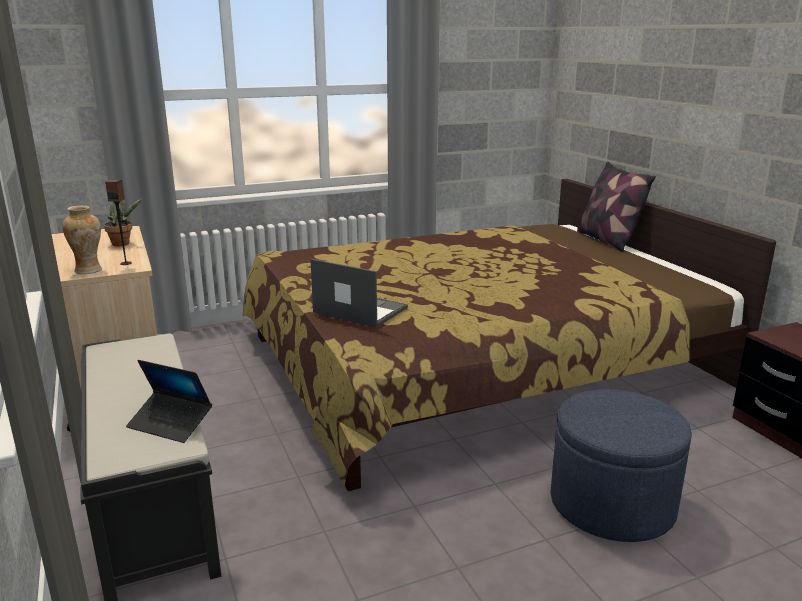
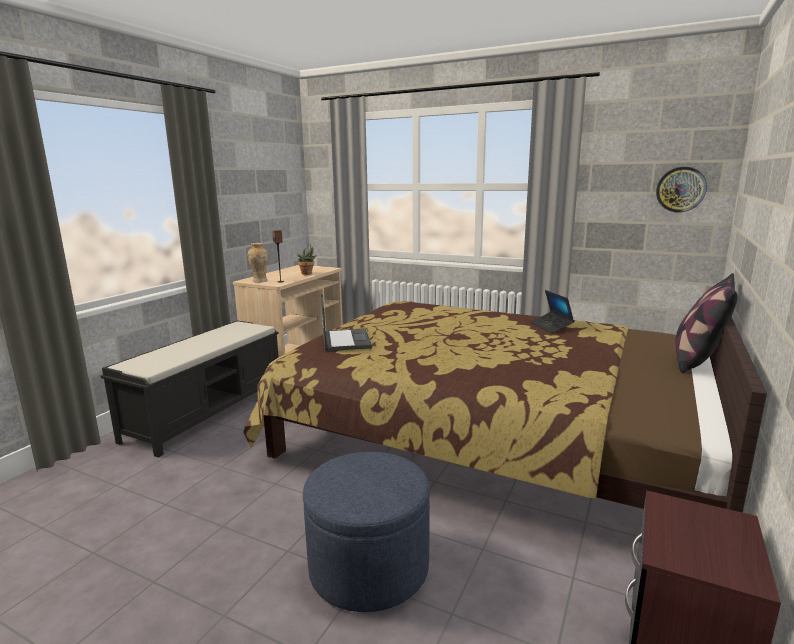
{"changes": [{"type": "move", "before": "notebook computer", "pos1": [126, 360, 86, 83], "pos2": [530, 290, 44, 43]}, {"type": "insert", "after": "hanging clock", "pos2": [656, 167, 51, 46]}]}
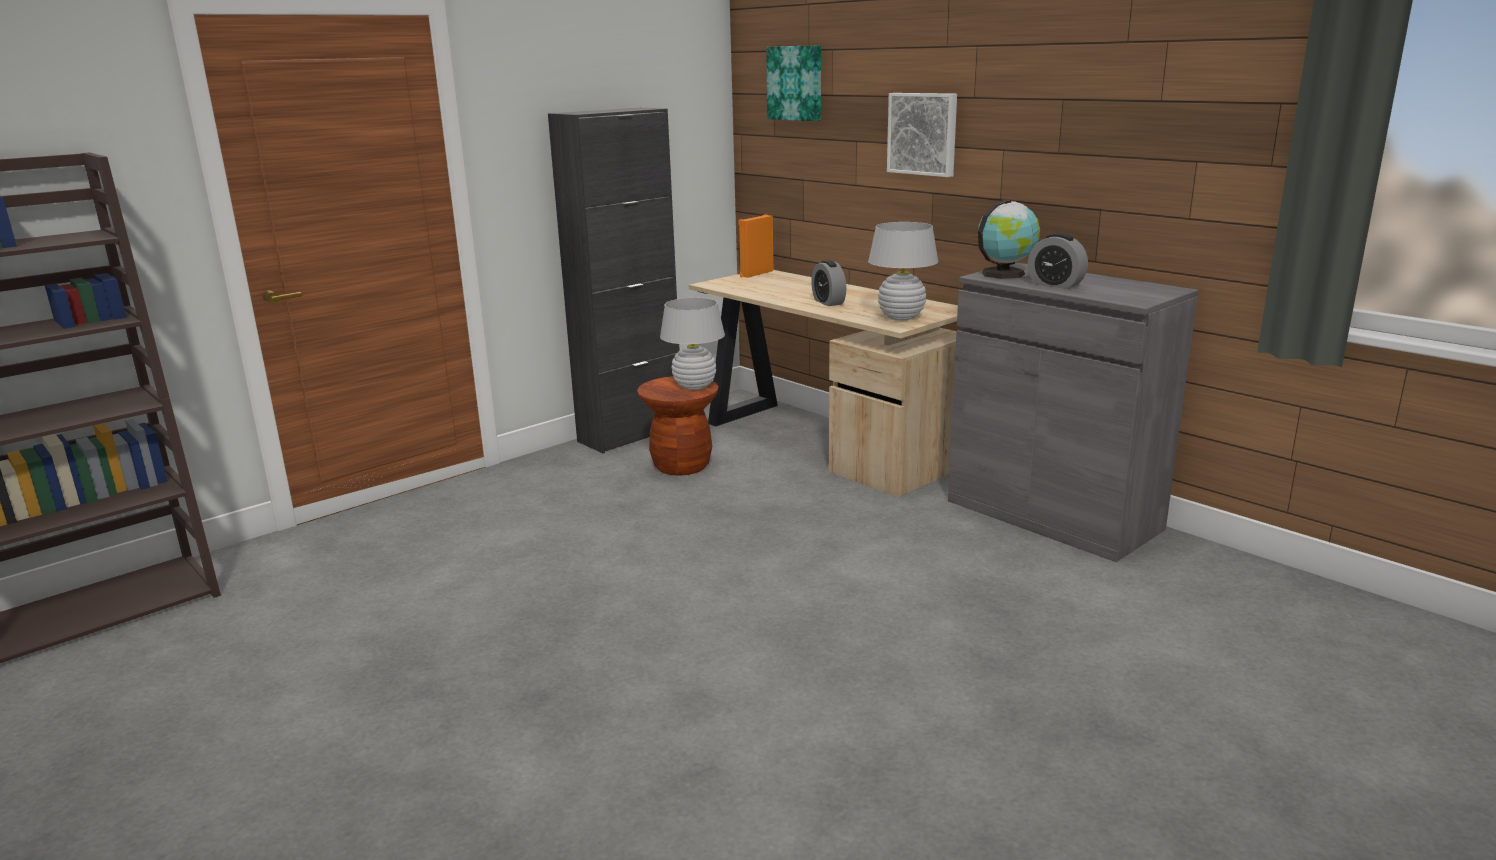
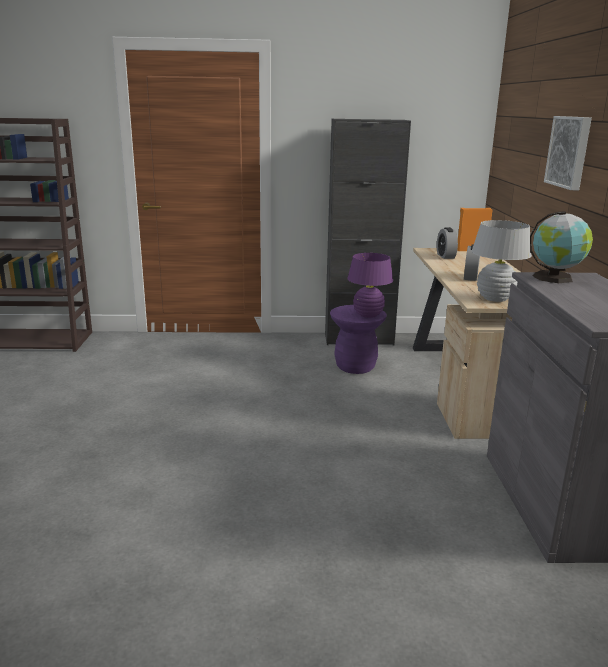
{"changes": [{"type": "delete", "before": "picture", "pos1": [766, 45, 55, 76]}, {"type": "move", "before": "alarm clock", "pos1": [1028, 233, 60, 56], "pos2": [437, 227, 21, 32]}, {"type": "recolor", "before": "whitish tabletop lamp", "after": "purplish tabletop lamp", "pos1": [660, 298, 65, 92], "pos2": [347, 253, 46, 65]}, {"type": "recolor", "before": "brownish sitting stool", "after": "purplish sitting stool", "pos1": [637, 376, 82, 100], "pos2": [330, 305, 57, 69]}]}
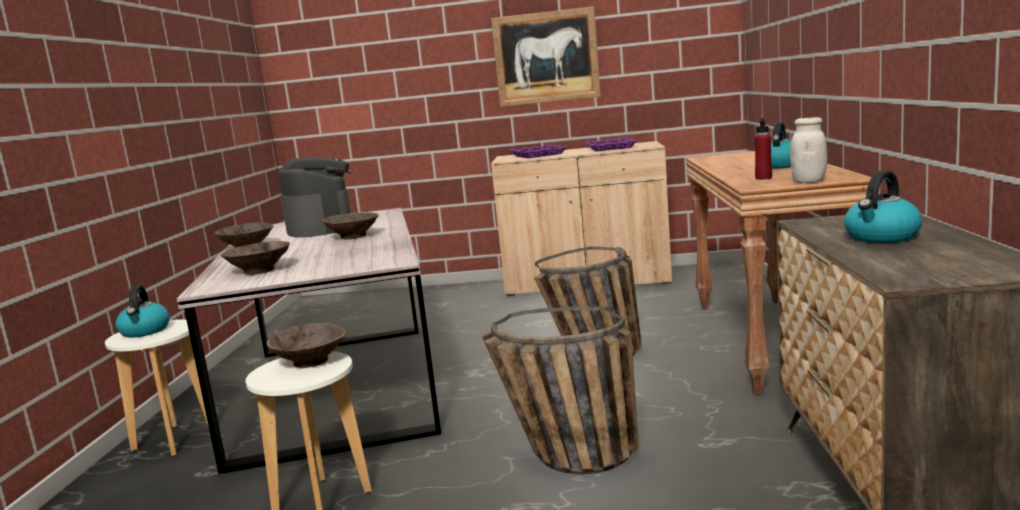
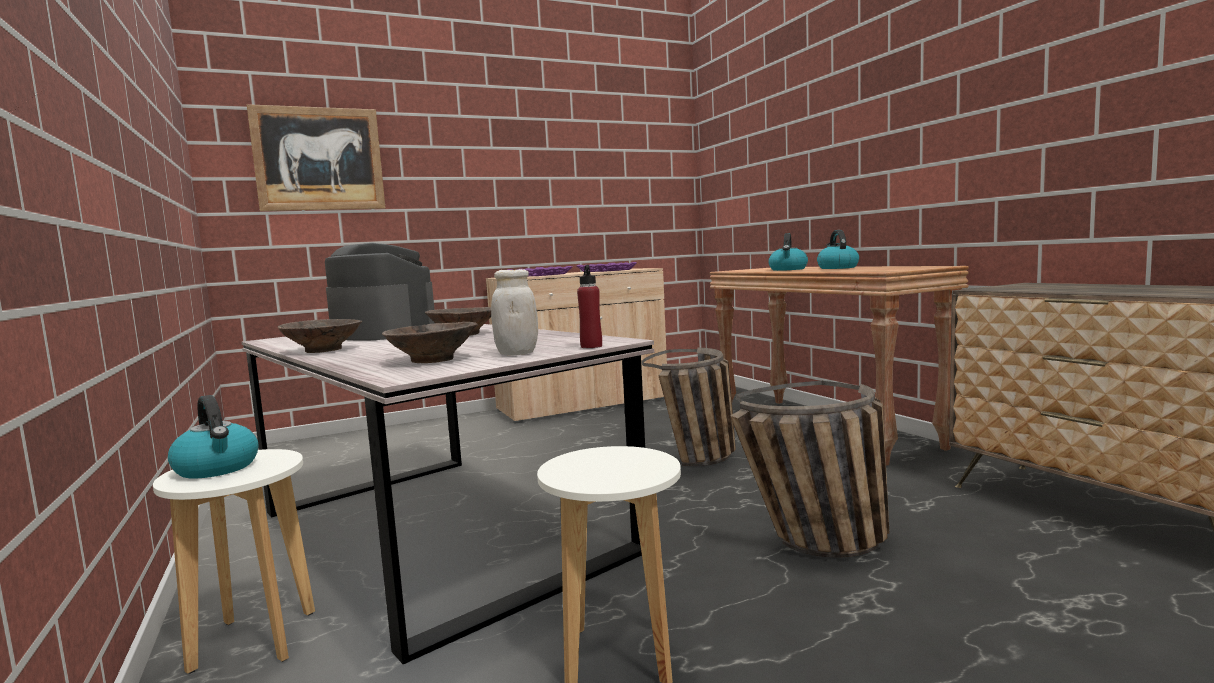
{"changes": [{"type": "move", "before": "picture", "pos1": [491, 6, 110, 101], "pos2": [247, 104, 138, 107]}, {"type": "move", "before": "whitish jar", "pos1": [790, 117, 37, 66], "pos2": [491, 269, 47, 87]}, {"type": "move", "before": "reddish drink bottle", "pos1": [754, 118, 18, 62], "pos2": [577, 265, 25, 83]}, {"type": "move", "before": "water kettle", "pos1": [844, 171, 78, 72], "pos2": [768, 233, 40, 38]}, {"type": "delete", "before": "brownish deep dish", "pos1": [266, 323, 80, 45]}]}
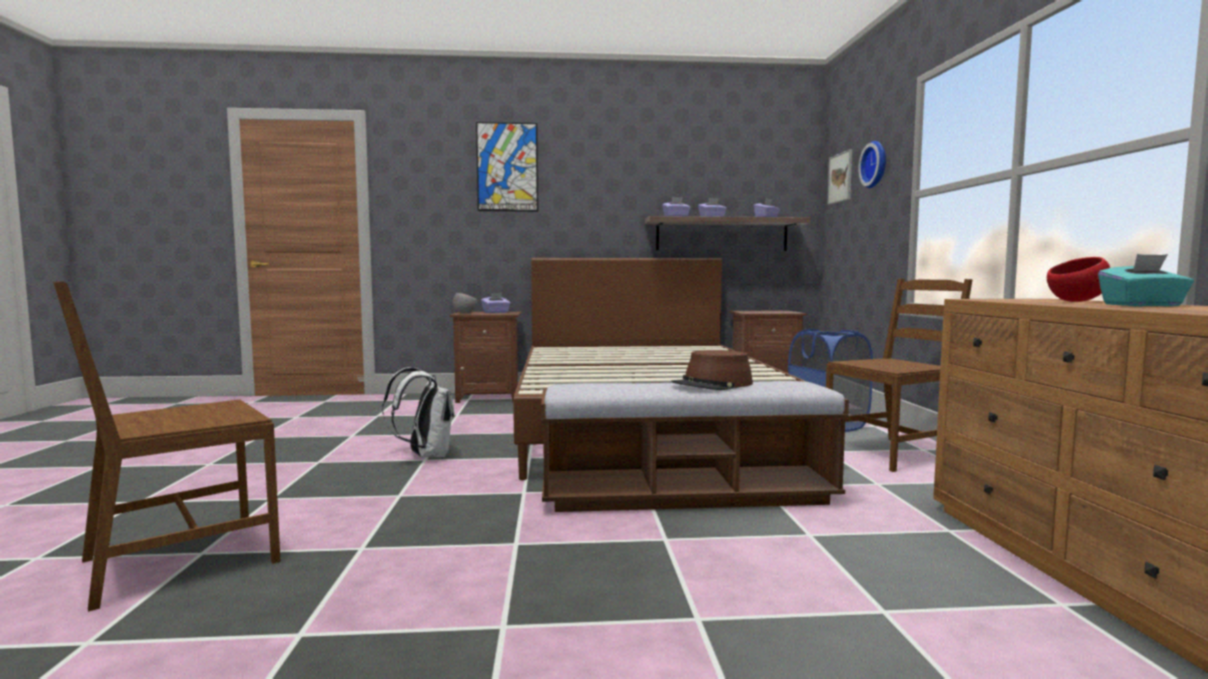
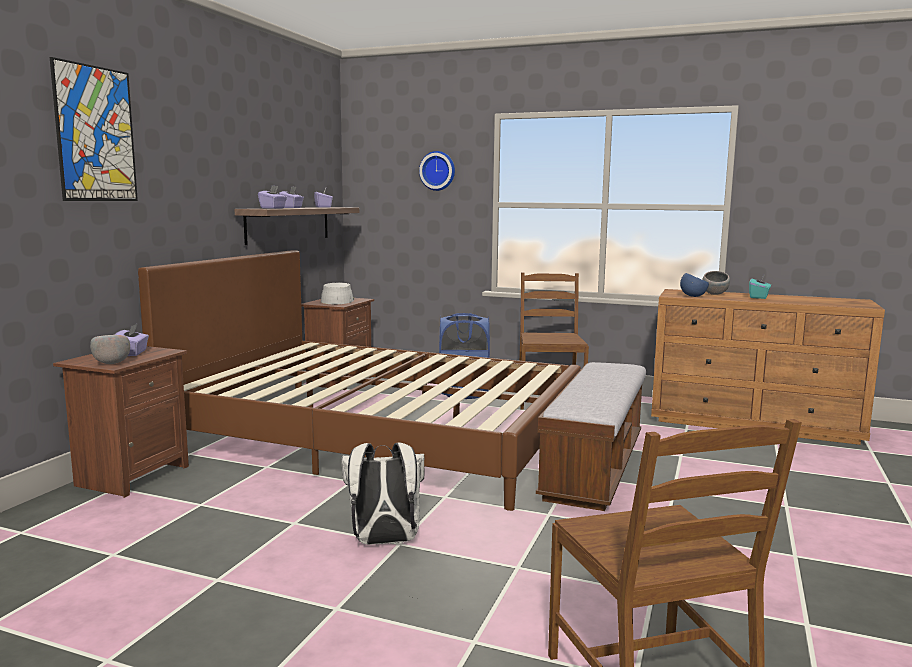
{"changes": [{"type": "delete", "before": "picture", "pos1": [827, 149, 25, 56]}, {"type": "recolor", "before": "reddish deep dish", "after": "grey deep dish", "pos1": [1047, 257, 63, 45], "pos2": [702, 271, 28, 24]}, {"type": "delete", "before": "brownish clothing hat", "pos1": [671, 350, 82, 40]}, {"type": "insert", "after": "blue deep dish", "pos2": [680, 273, 29, 24]}, {"type": "insert", "after": "grey clothing hat", "pos2": [321, 283, 33, 21]}]}
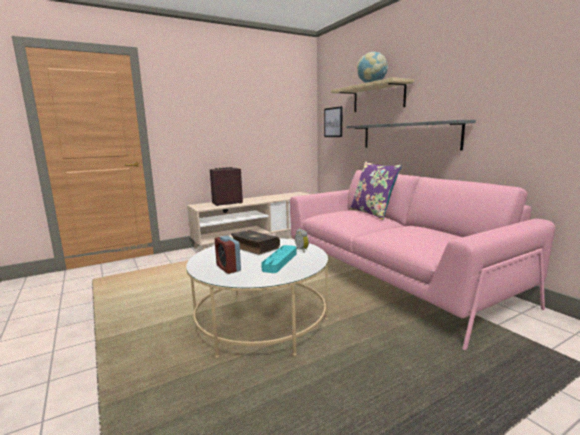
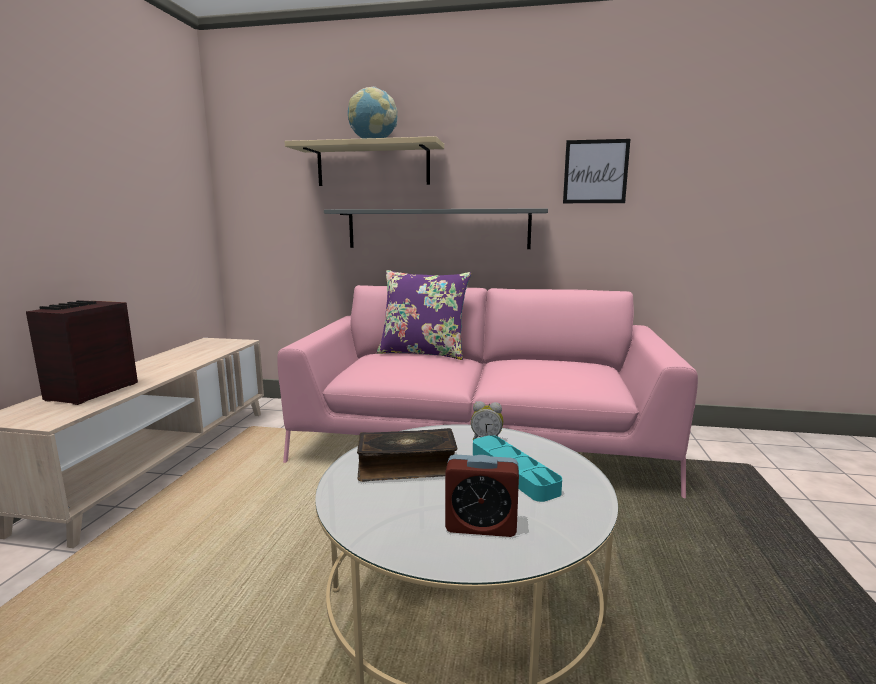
{"changes": [{"type": "move", "before": "picture", "pos1": [324, 106, 19, 31], "pos2": [563, 139, 67, 64]}]}
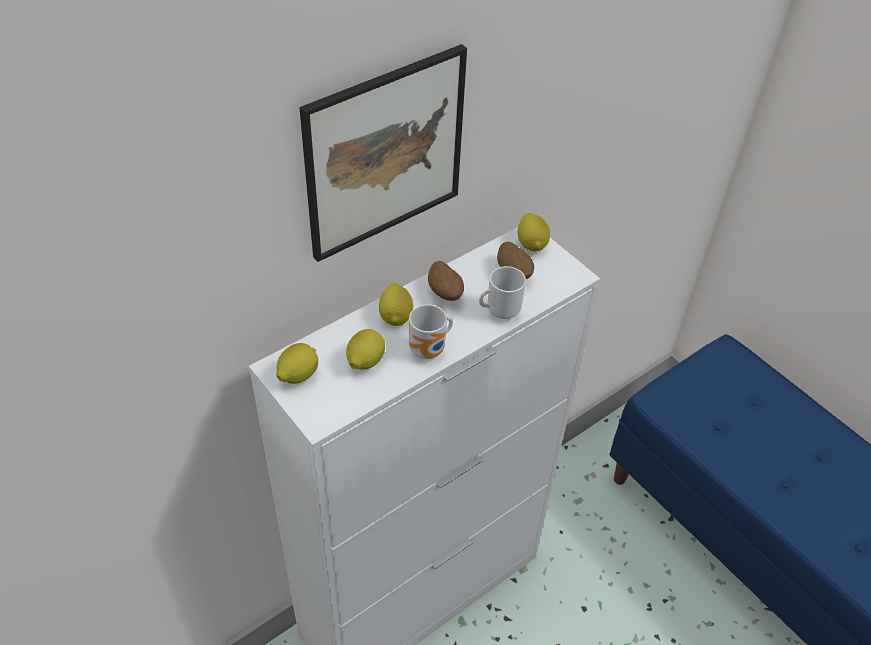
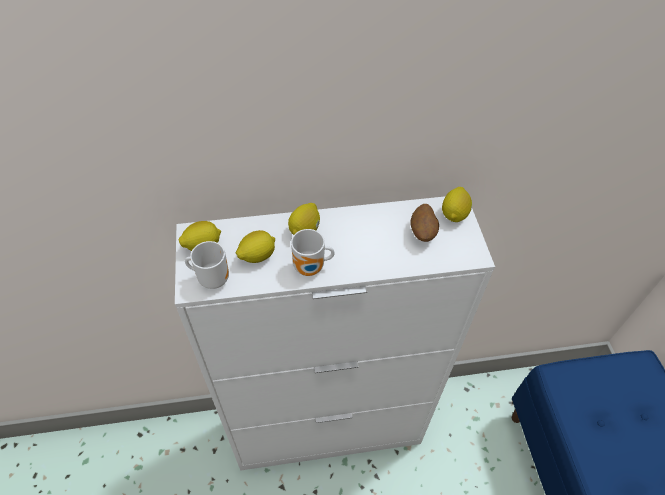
{"changes": [{"type": "delete", "before": "picture", "pos1": [299, 44, 168, 218]}, {"type": "delete", "before": "whole potato", "pos1": [428, 261, 36, 40]}, {"type": "move", "before": "tea mug", "pos1": [479, 266, 47, 53], "pos2": [185, 241, 44, 48]}]}
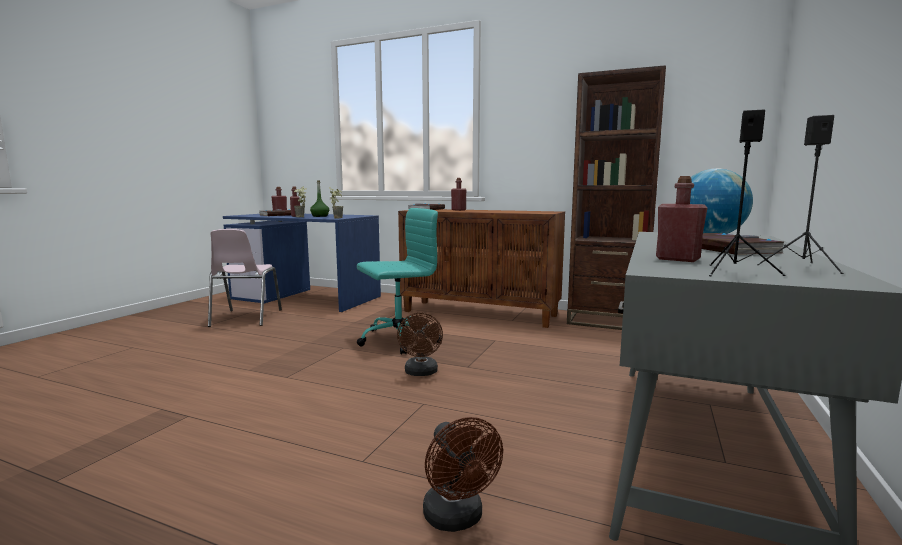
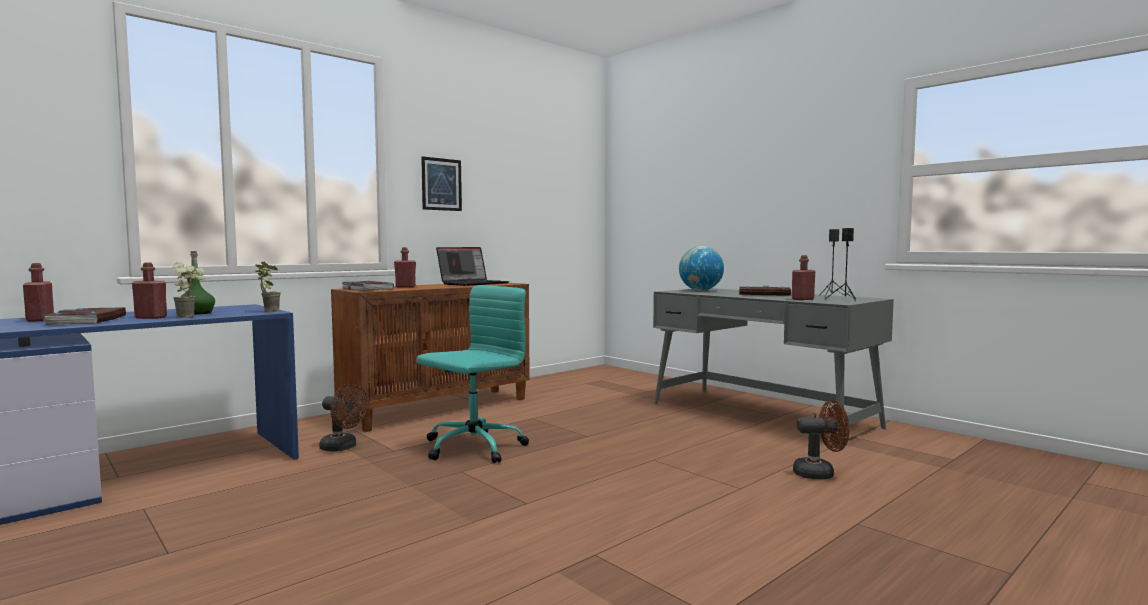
{"changes": [{"type": "delete", "before": "brownish shelving unit", "pos1": [567, 65, 99, 265]}, {"type": "rotate", "before": "turquoise office chair", "pos1": [357, 208, 85, 147], "pos2": [417, 285, 112, 178], "turn": 45}, {"type": "delete", "before": "pink plain chair", "pos1": [208, 229, 74, 98]}, {"type": "move", "before": "brownish fan", "pos1": [397, 313, 46, 63], "pos2": [319, 383, 48, 68]}, {"type": "insert", "after": "picture", "pos2": [421, 156, 41, 55]}, {"type": "insert", "after": "notebook computer", "pos2": [436, 247, 73, 39]}]}
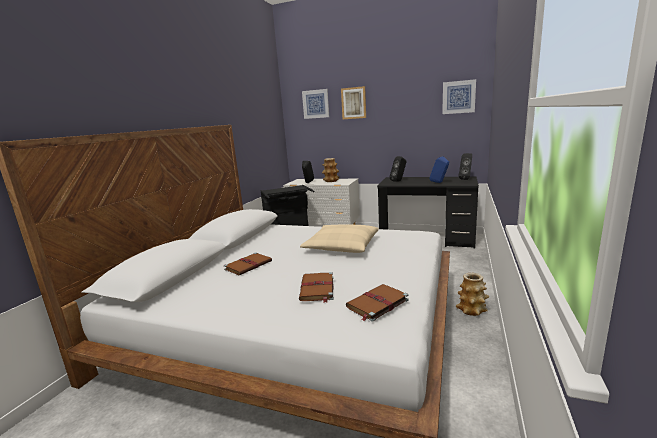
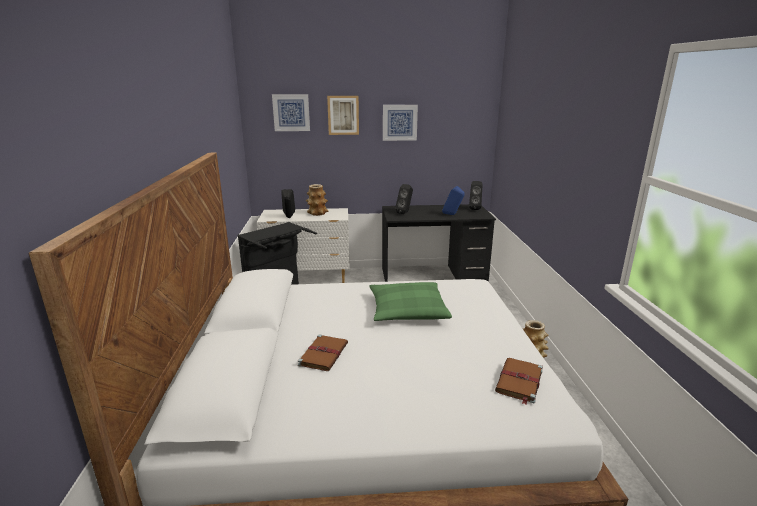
{"changes": [{"type": "move", "before": "picture", "pos1": [442, 79, 34, 35], "pos2": [383, 105, 35, 36]}, {"type": "recolor", "before": "sand-coloured cushion", "after": "greenish cushion", "pos1": [300, 224, 79, 29], "pos2": [369, 282, 83, 39]}, {"type": "delete", "before": "brownish volume", "pos1": [299, 272, 35, 31]}]}
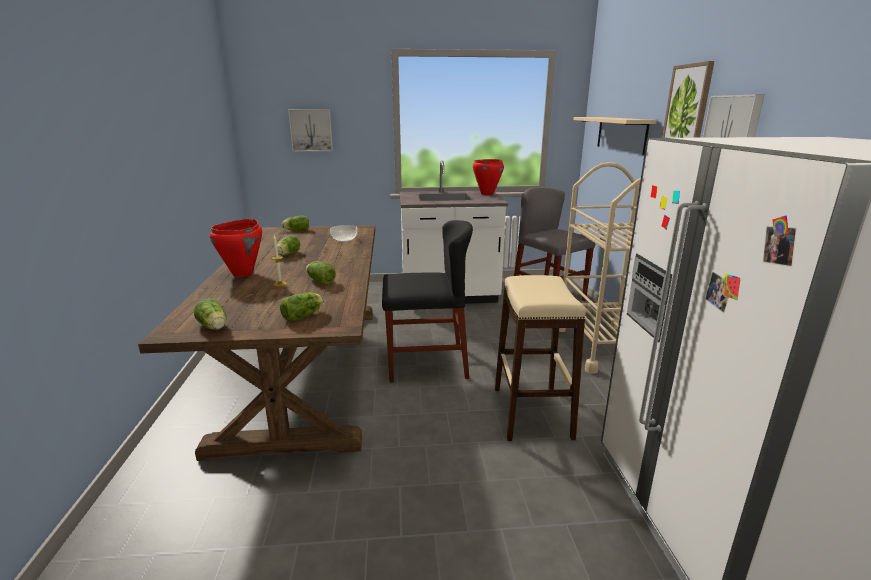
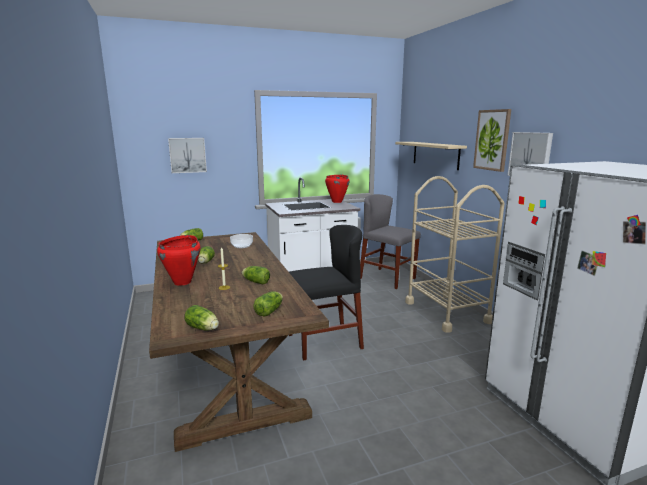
{"changes": [{"type": "delete", "before": "sand-coloured sitting stool", "pos1": [495, 275, 91, 166]}]}
